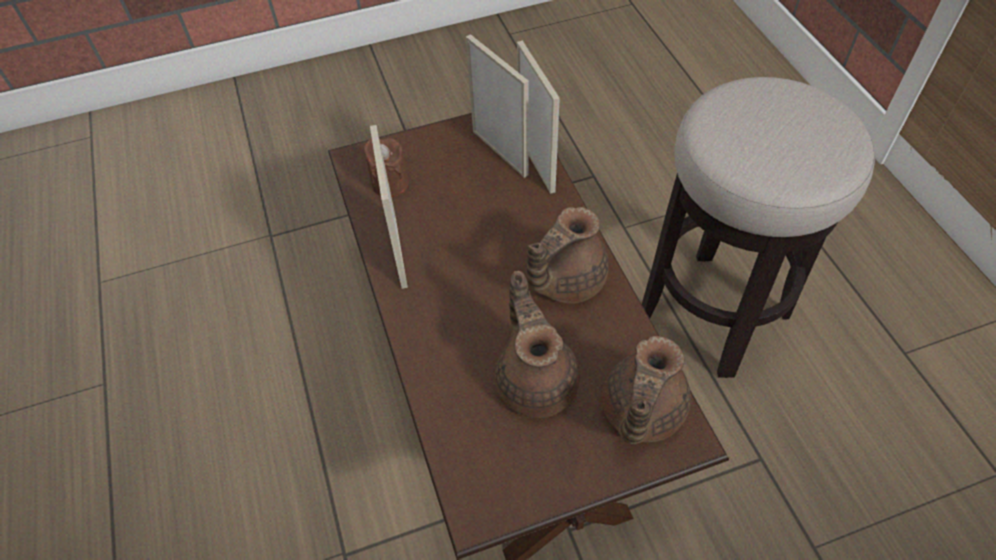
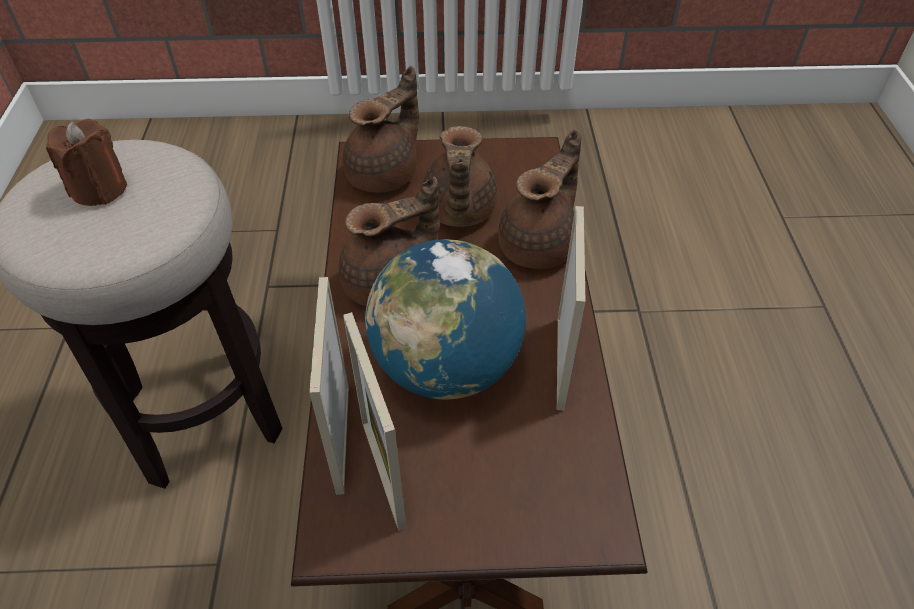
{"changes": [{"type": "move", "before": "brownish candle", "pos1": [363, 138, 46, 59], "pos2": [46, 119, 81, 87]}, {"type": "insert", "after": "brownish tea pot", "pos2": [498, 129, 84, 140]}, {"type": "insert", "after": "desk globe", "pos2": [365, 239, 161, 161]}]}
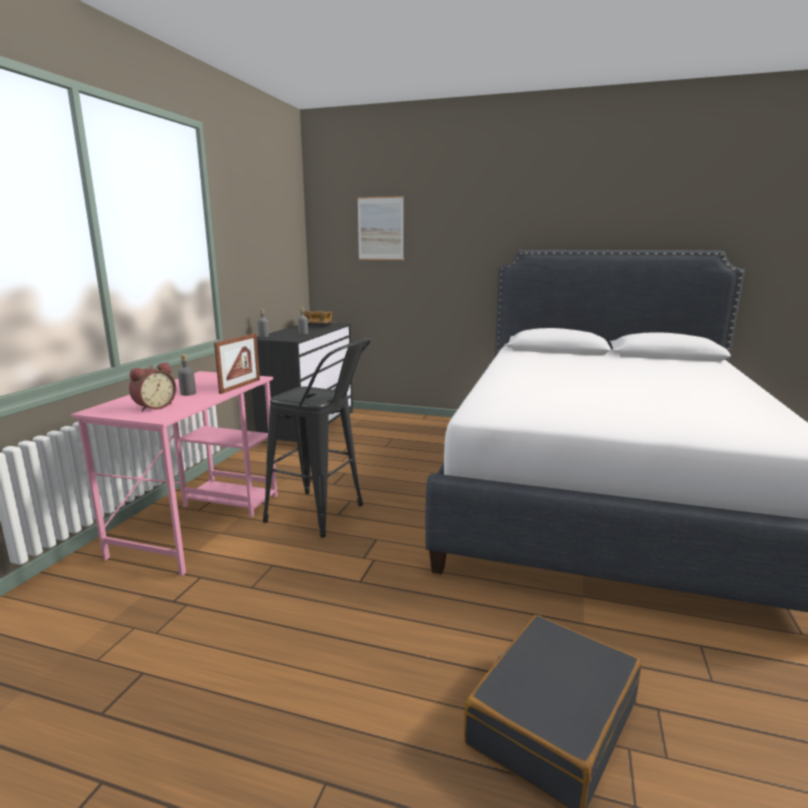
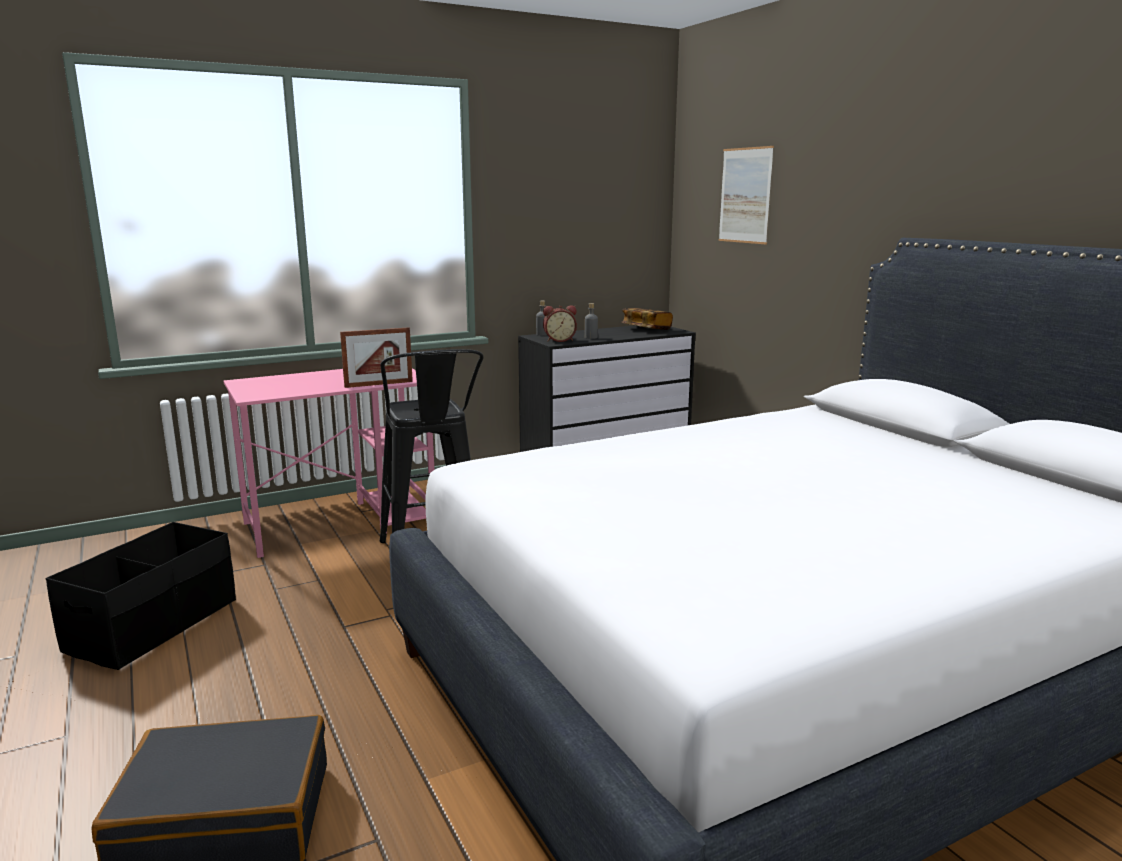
{"changes": [{"type": "delete", "before": "grey drink bottle", "pos1": [178, 355, 18, 41]}, {"type": "move", "before": "alarm clock", "pos1": [129, 362, 47, 50], "pos2": [543, 305, 34, 37]}, {"type": "insert", "after": "black-coloured storage container", "pos2": [46, 522, 190, 148]}]}
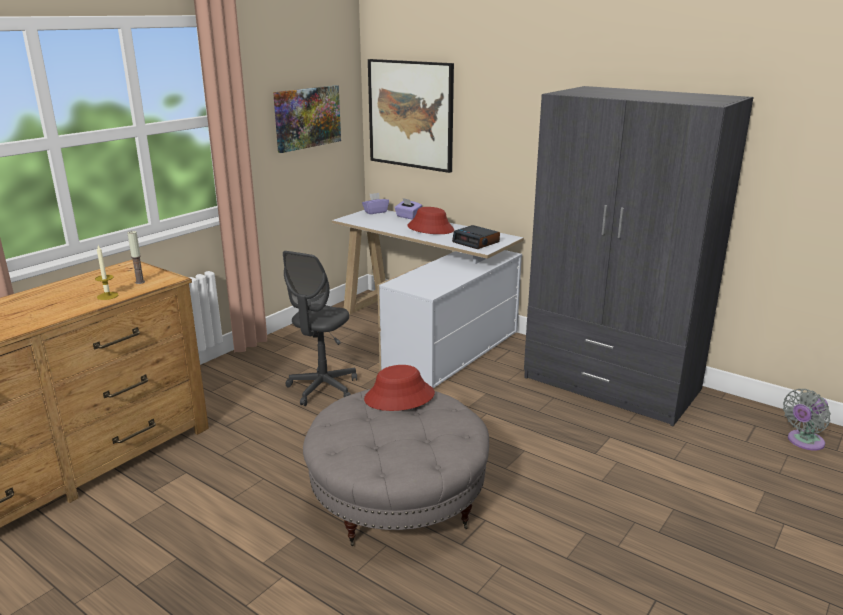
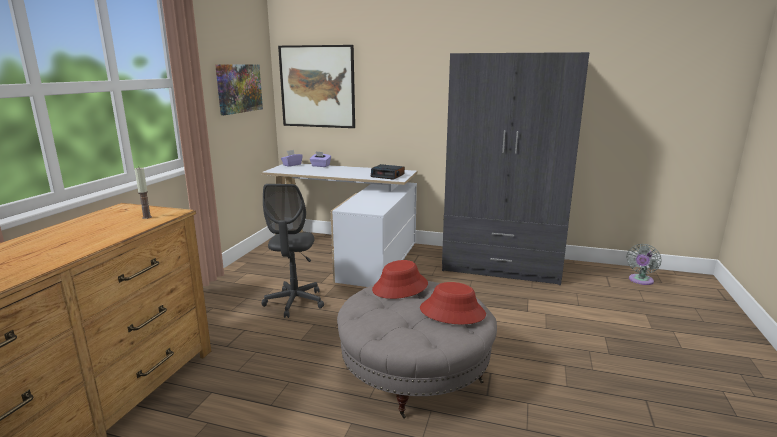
{"changes": [{"type": "move", "before": "reddish clothing hat", "pos1": [407, 207, 47, 27], "pos2": [420, 282, 66, 42]}, {"type": "delete", "before": "candle", "pos1": [95, 245, 23, 55]}]}
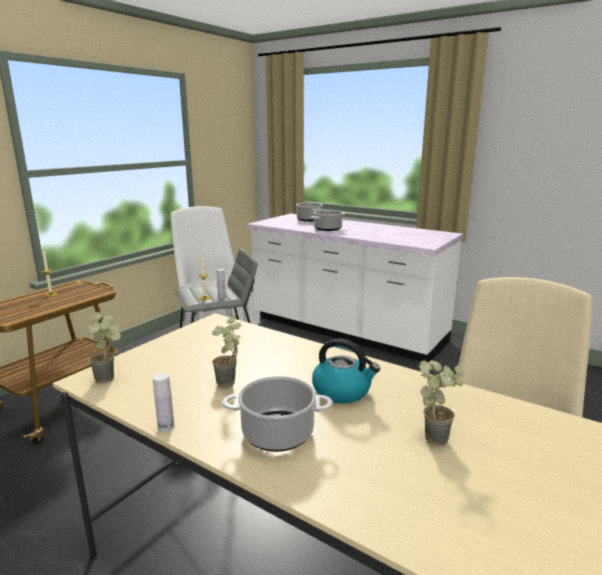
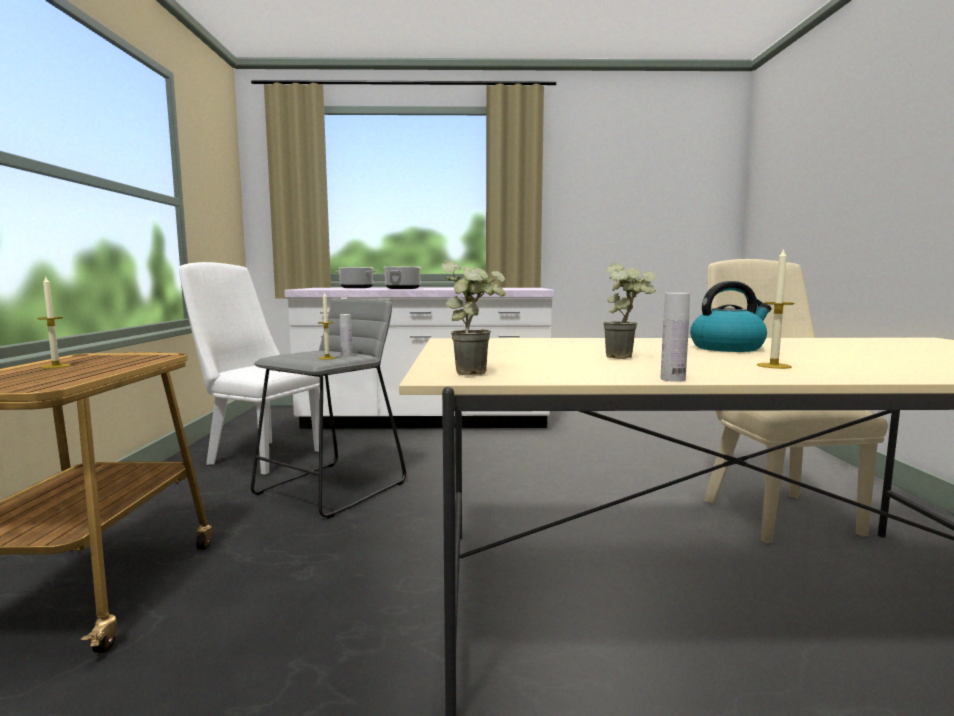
{"changes": [{"type": "delete", "before": "plant in a pot", "pos1": [419, 360, 45, 86]}, {"type": "replace", "before": "stockpot", "after": "candle", "pos1": [222, 376, 111, 76], "pos2": [757, 248, 37, 121]}]}
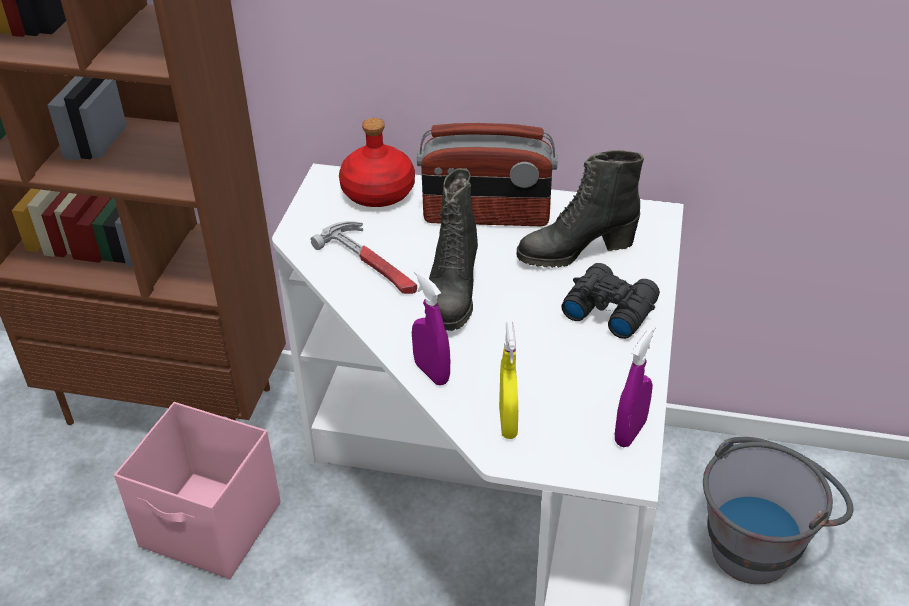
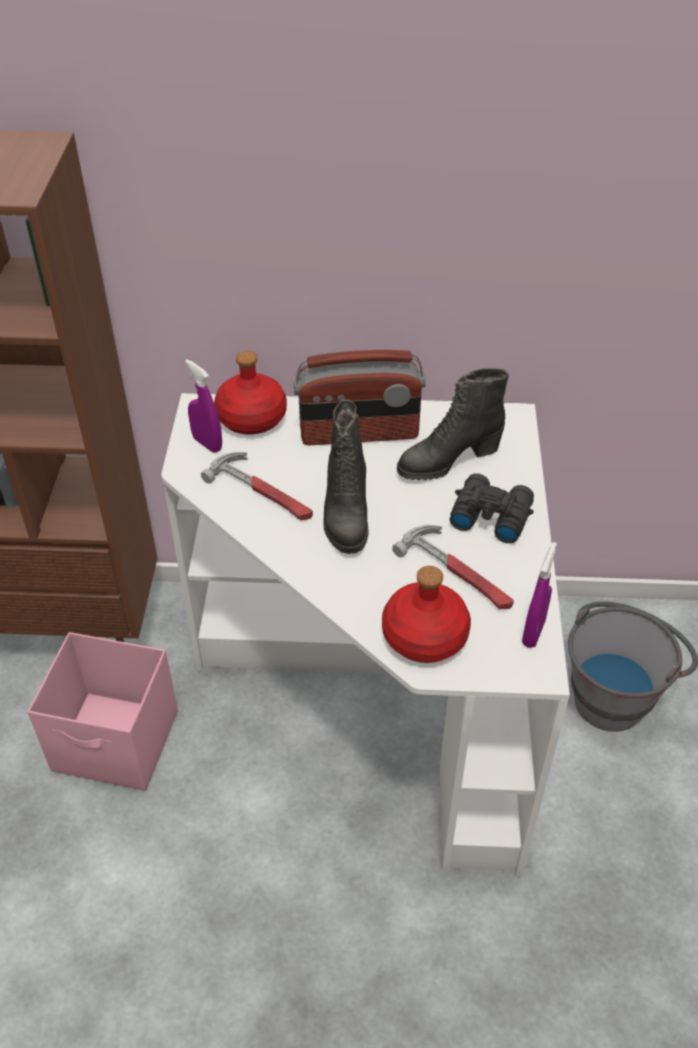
{"changes": [{"type": "move", "before": "purplish hand sprayer", "pos1": [412, 270, 38, 116], "pos2": [185, 359, 37, 94]}, {"type": "replace", "before": "yellow-coloured hand sprayer", "after": "reddish drink bottle", "pos1": [499, 322, 19, 117], "pos2": [382, 566, 89, 97]}, {"type": "insert", "after": "hand hammer", "pos2": [392, 525, 122, 84]}]}
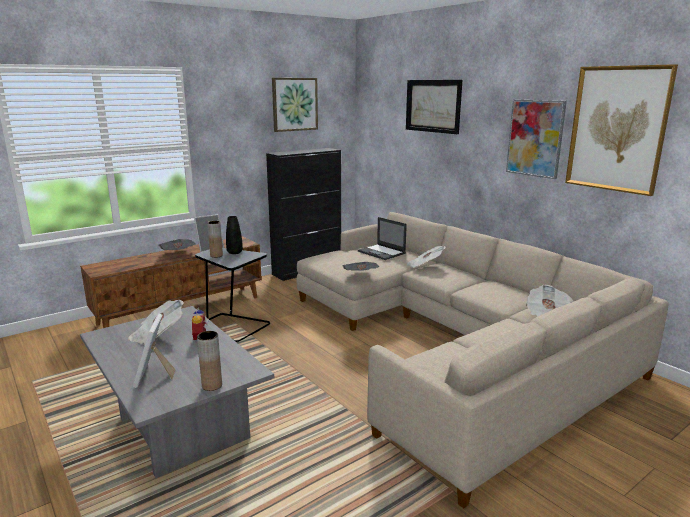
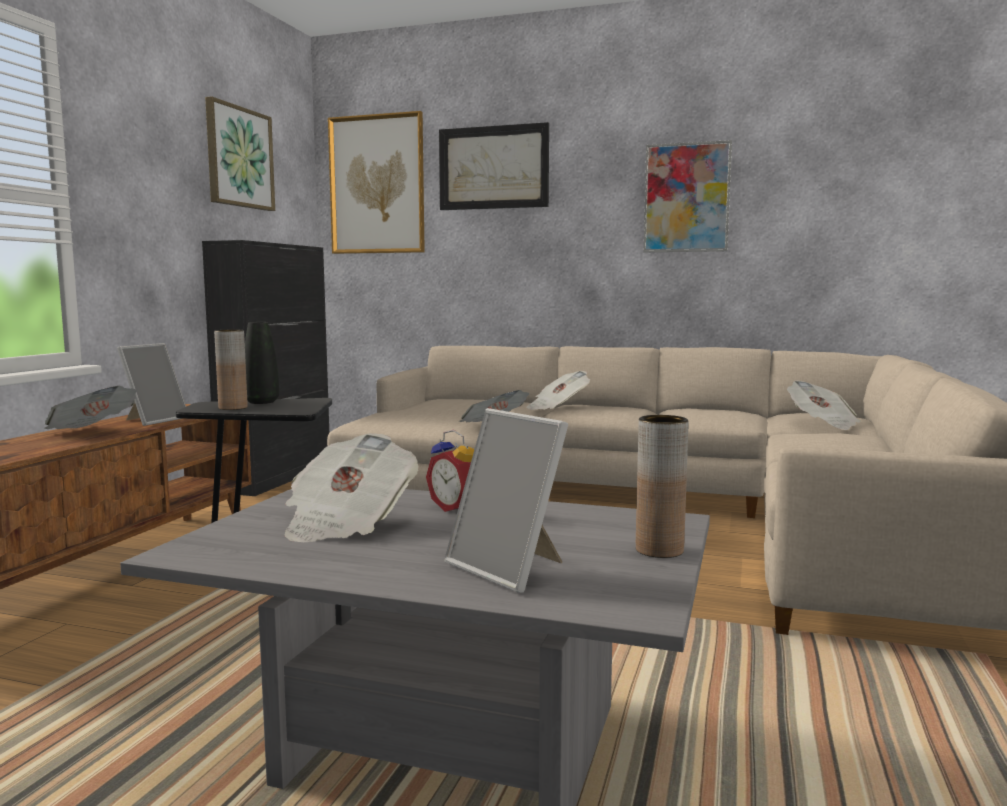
{"changes": [{"type": "move", "before": "picture", "pos1": [565, 64, 113, 132], "pos2": [328, 111, 97, 143]}, {"type": "delete", "before": "notebook computer", "pos1": [358, 217, 49, 43]}]}
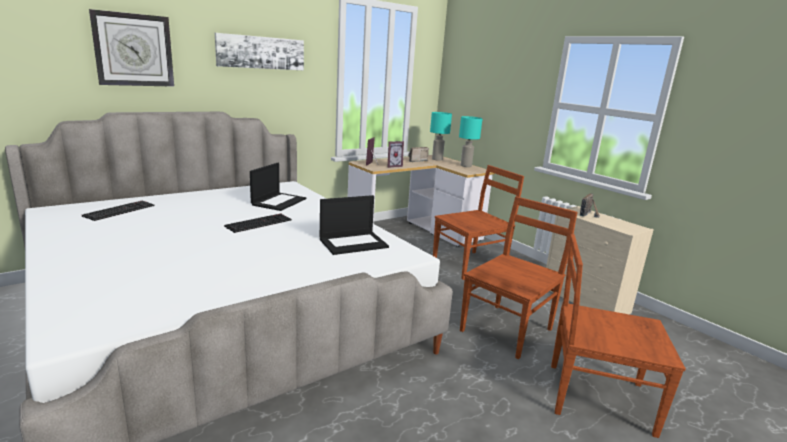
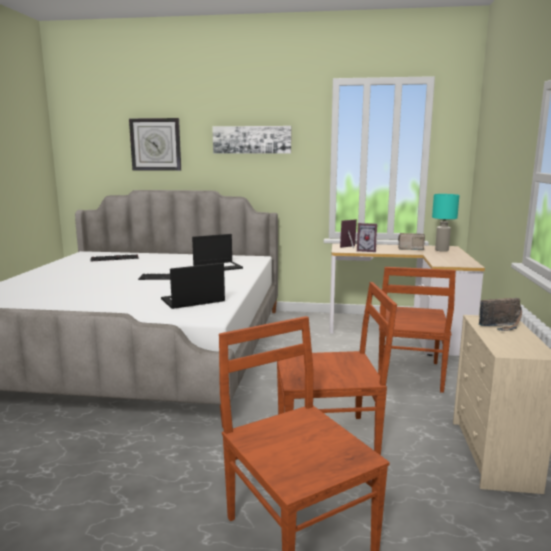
{"changes": [{"type": "delete", "before": "turquoise tabletop lamp", "pos1": [459, 116, 24, 51]}, {"type": "rotate", "before": "brownish plain chair", "pos1": [433, 165, 91, 115], "pos2": [378, 267, 78, 126], "turn": 90}, {"type": "rotate", "before": "notebook computer", "pos1": [320, 195, 69, 60], "pos2": [161, 263, 64, 46], "turn": 135}]}
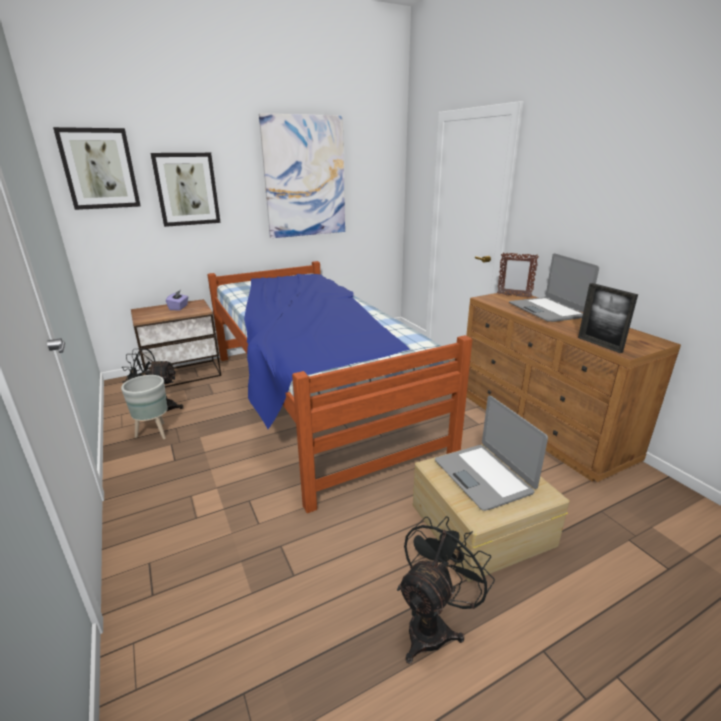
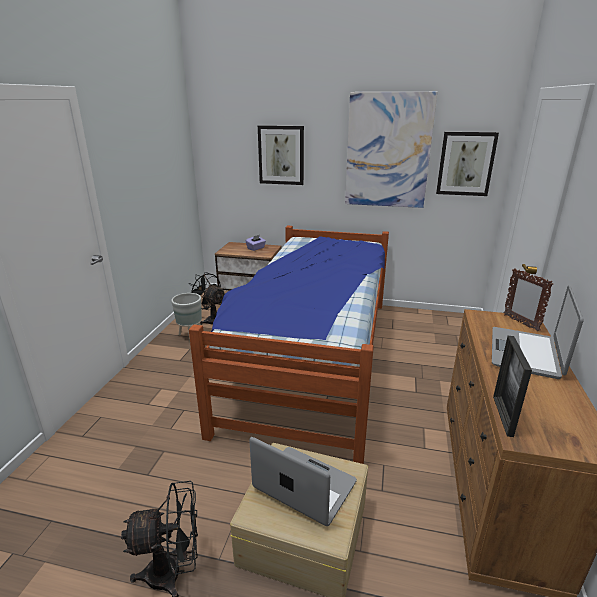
{"changes": [{"type": "move", "before": "picture", "pos1": [53, 127, 88, 83], "pos2": [436, 132, 63, 64]}, {"type": "rotate", "before": "notebook computer", "pos1": [435, 396, 113, 115], "pos2": [249, 437, 108, 89], "turn": 105}]}
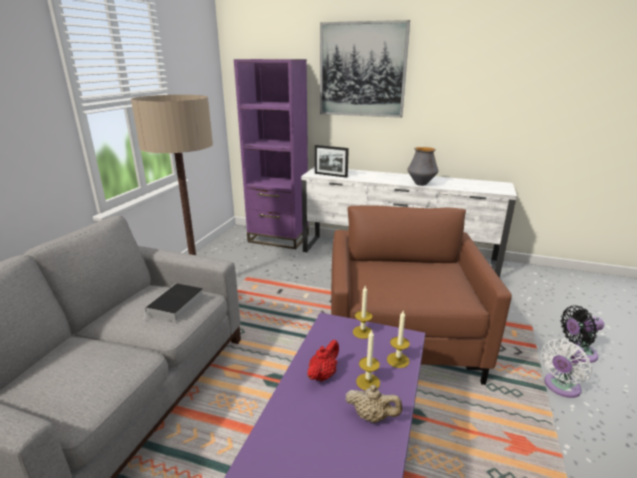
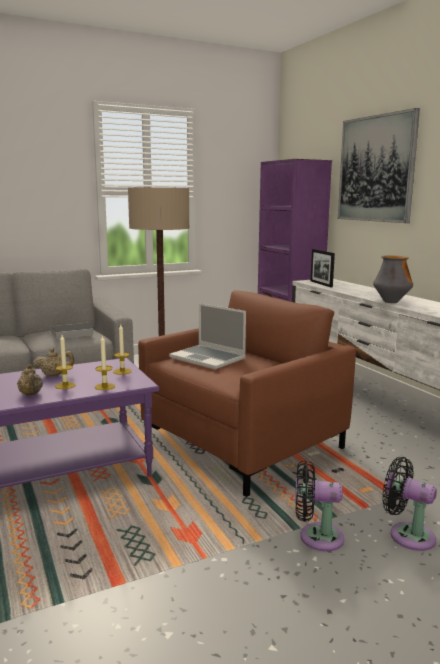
{"changes": [{"type": "recolor", "before": "whitish fan", "after": "black-coloured fan", "pos1": [541, 339, 51, 59], "pos2": [295, 460, 49, 91]}, {"type": "recolor", "before": "reddish tea pot", "after": "sand-coloured tea pot", "pos1": [307, 340, 32, 42], "pos2": [33, 348, 42, 28]}, {"type": "insert", "after": "notebook computer", "pos2": [169, 303, 77, 67]}]}
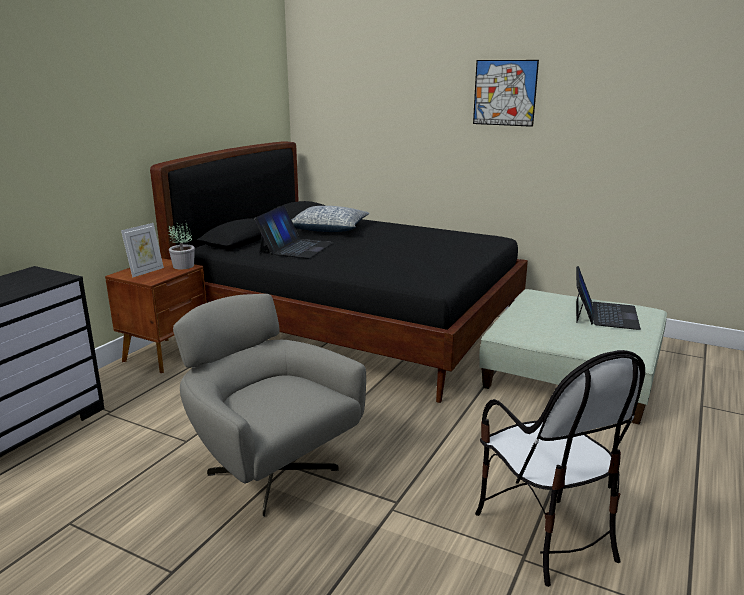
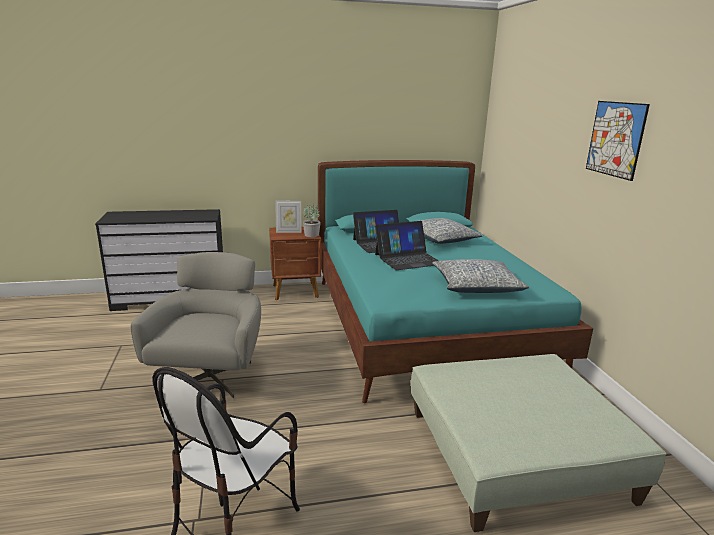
{"changes": [{"type": "recolor", "before": "black-coloured sleeping bed", "after": "turquoise sleeping bed", "pos1": [150, 141, 378, 262], "pos2": [318, 160, 275, 243]}, {"type": "move", "before": "notebook computer", "pos1": [576, 266, 65, 64], "pos2": [375, 221, 64, 49]}, {"type": "insert", "after": "cushion", "pos2": [432, 259, 97, 34]}]}
